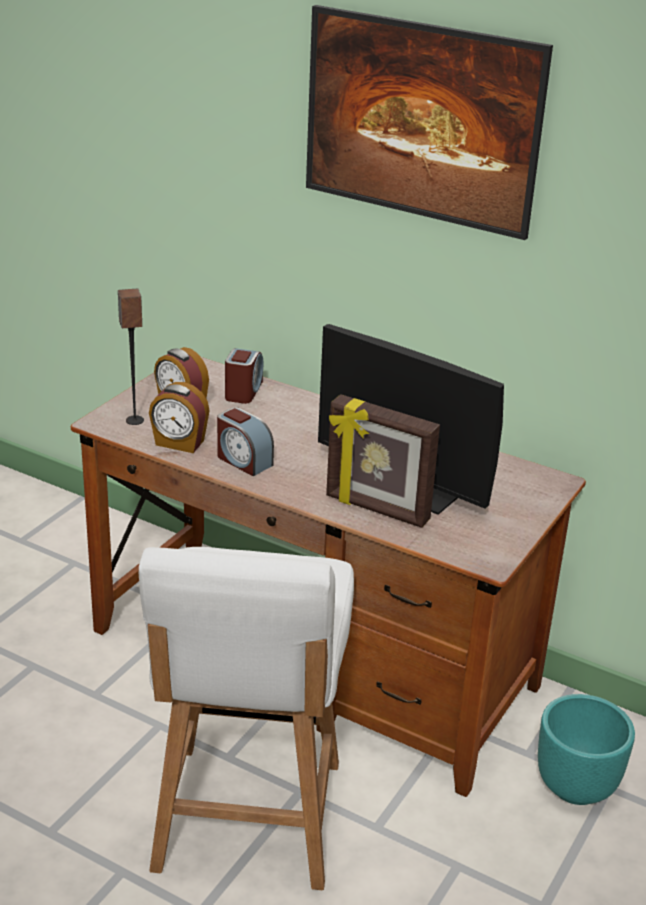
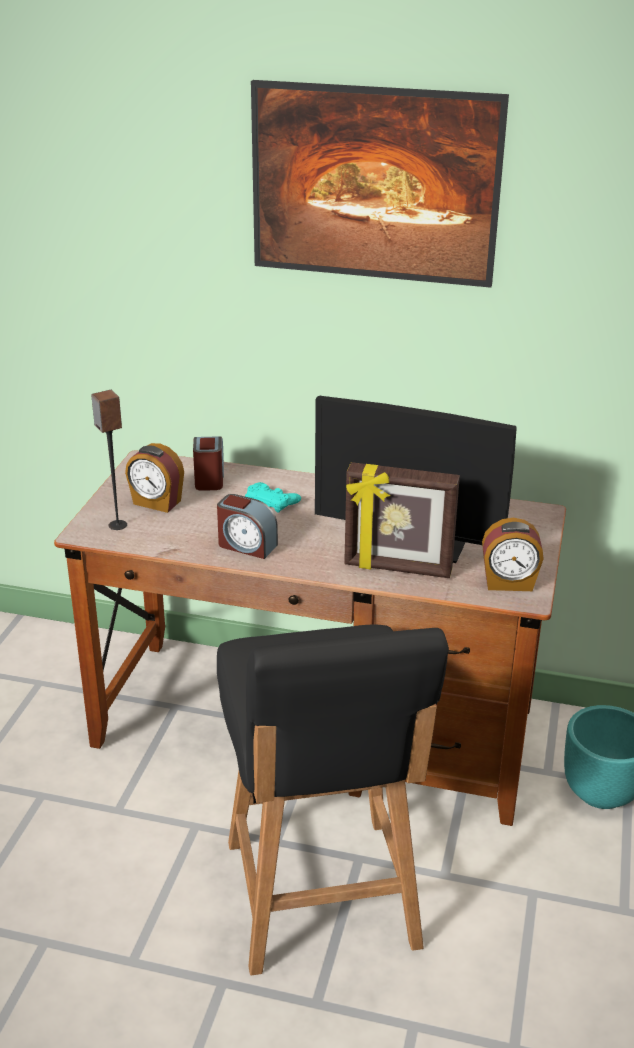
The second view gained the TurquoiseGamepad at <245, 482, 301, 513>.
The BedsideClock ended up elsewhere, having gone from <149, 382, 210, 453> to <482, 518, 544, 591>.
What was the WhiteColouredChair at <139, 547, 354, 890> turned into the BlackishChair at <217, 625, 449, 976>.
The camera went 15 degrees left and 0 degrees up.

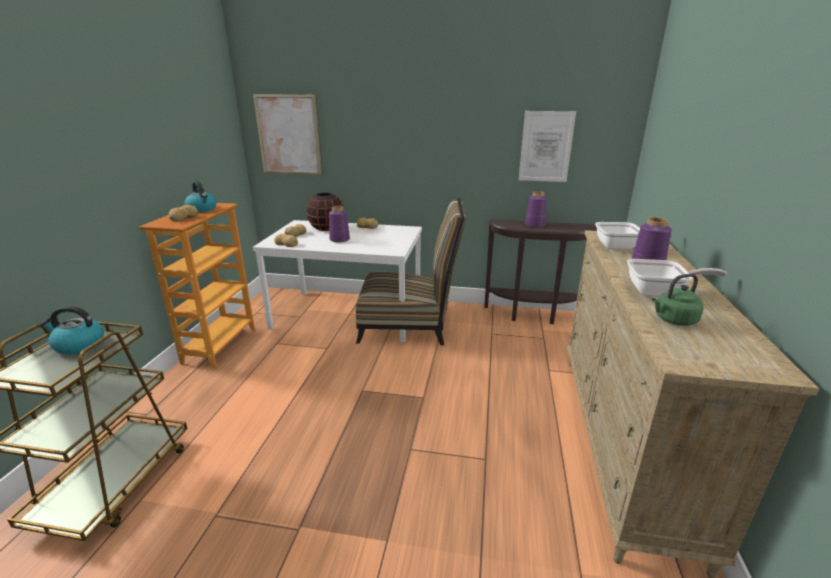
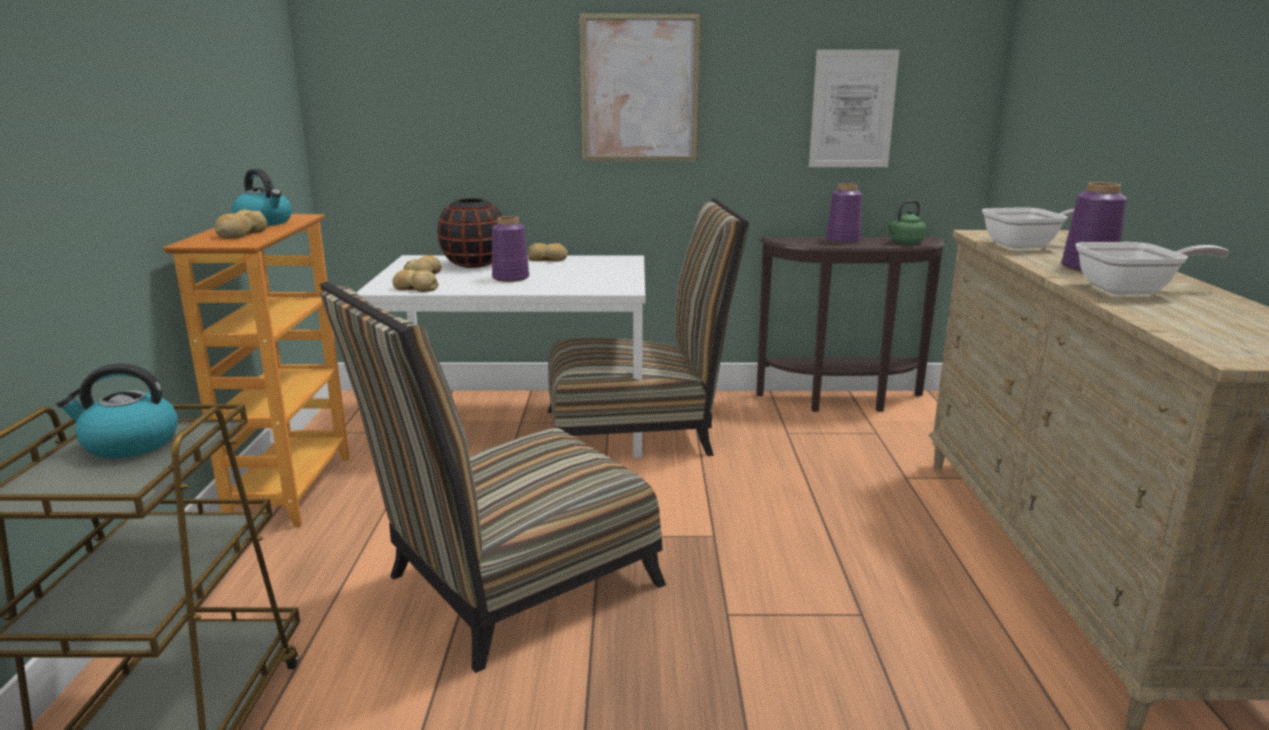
The second view gained the Chair at <320, 282, 666, 673>.
The Picture ended up elsewhere, having gone from <253, 94, 323, 175> to <579, 13, 701, 161>.
The GreenishTeaKettle ended up elsewhere, having gone from <652, 274, 703, 326> to <885, 200, 926, 244>.
The camera went 10 degrees left and 5 degrees down.

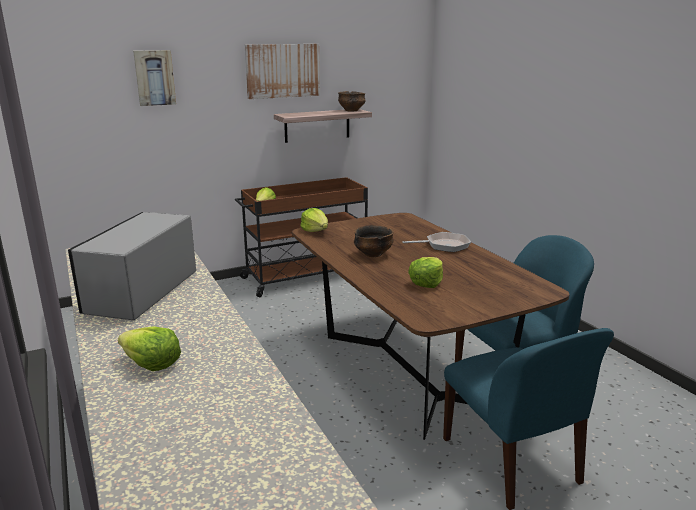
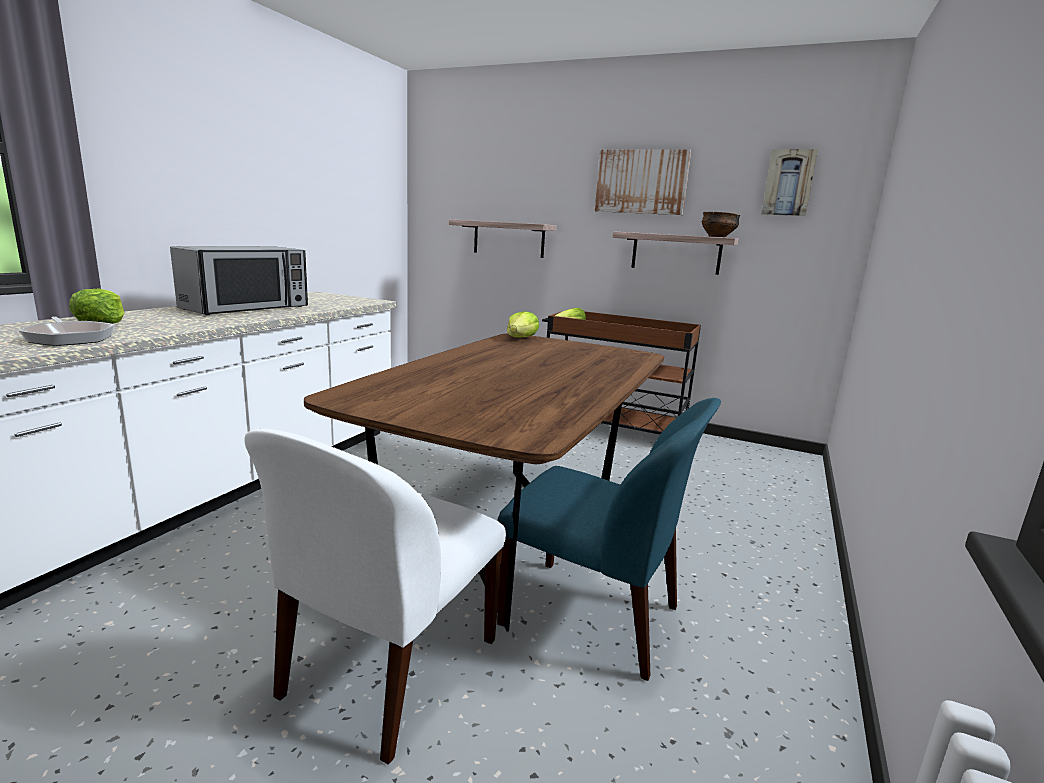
The second view lost the DeepDish at <354, 225, 393, 257>.
The second view lost the Lettuce at <408, 257, 443, 288>.
The second view gained the Shelf at <449, 219, 557, 258>.
The Picture ended up elsewhere, having gone from <133, 50, 176, 106> to <761, 149, 818, 216>.
The Pan ended up elsewhere, having gone from <402, 232, 471, 252> to <19, 316, 115, 346>.
What was the BluishChair at <443, 328, 614, 510> turned into the WhiteColouredChair at <244, 428, 506, 765>.
The Microwave at <68, 212, 196, 320> ended up facing another way, 150 degrees clockwise from before.
The camera went 50 degrees right and 5 degrees down.

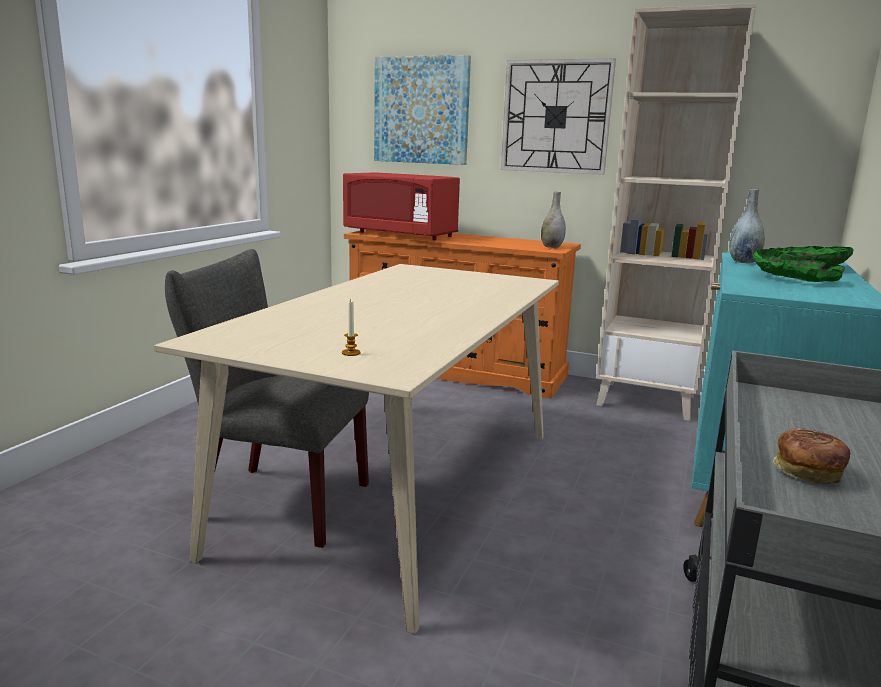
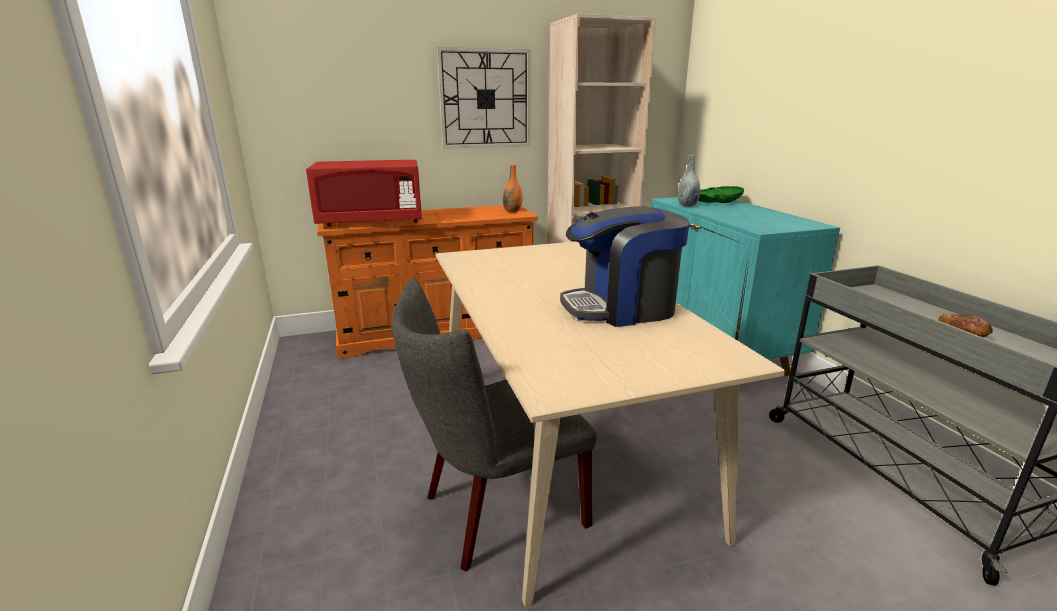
The second view lost the WaxLight at <342, 301, 361, 356>.
The second view lost the Picture at <374, 55, 471, 165>.
The second view lost the GreenishDeepDish at <753, 249, 845, 282>.
The second view gained the CoffeeMaker at <560, 206, 690, 327>.
What was the GreyVase at <541, 191, 566, 248> turned into the OrangeVase at <502, 165, 522, 212>.
The camera went 40 degrees left and 5 degrees up.

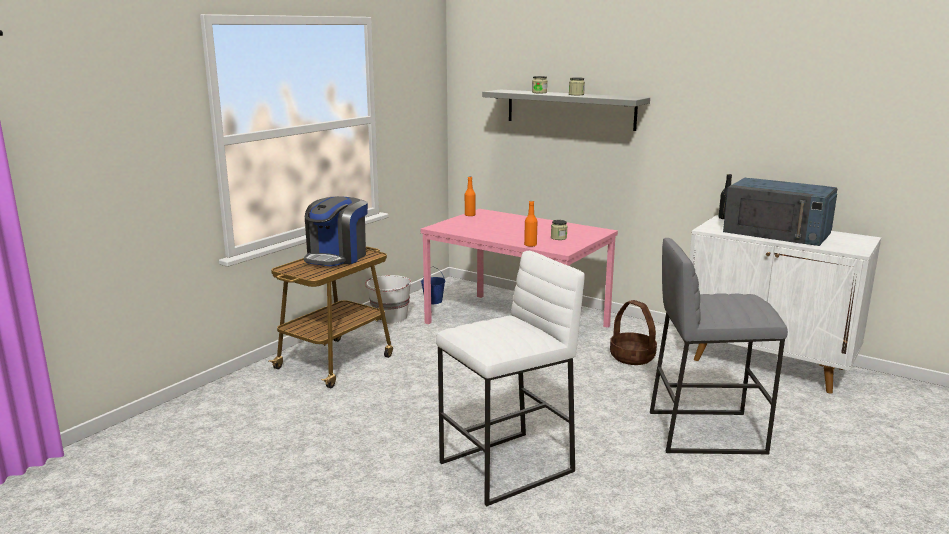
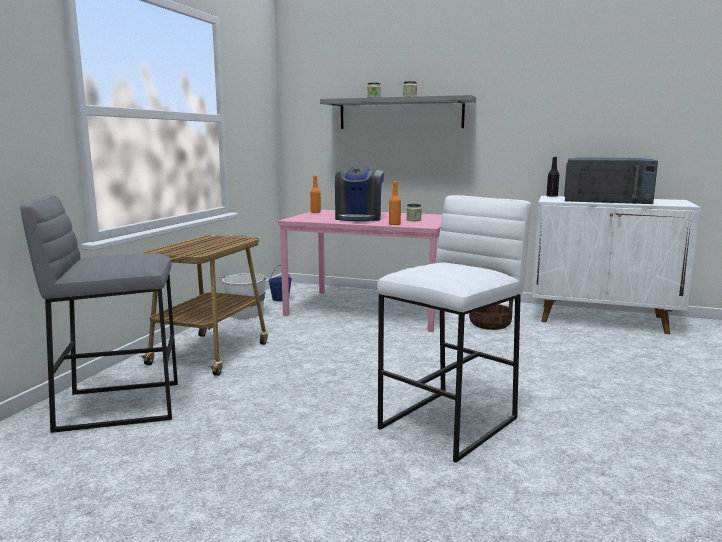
The CoffeeMaker ended up elsewhere, having gone from <304, 196, 368, 267> to <335, 166, 384, 221>.
The GreyStoolSeat ended up elsewhere, having gone from <650, 238, 788, 454> to <20, 196, 178, 433>.
The camera went 15 degrees left and 5 degrees down.

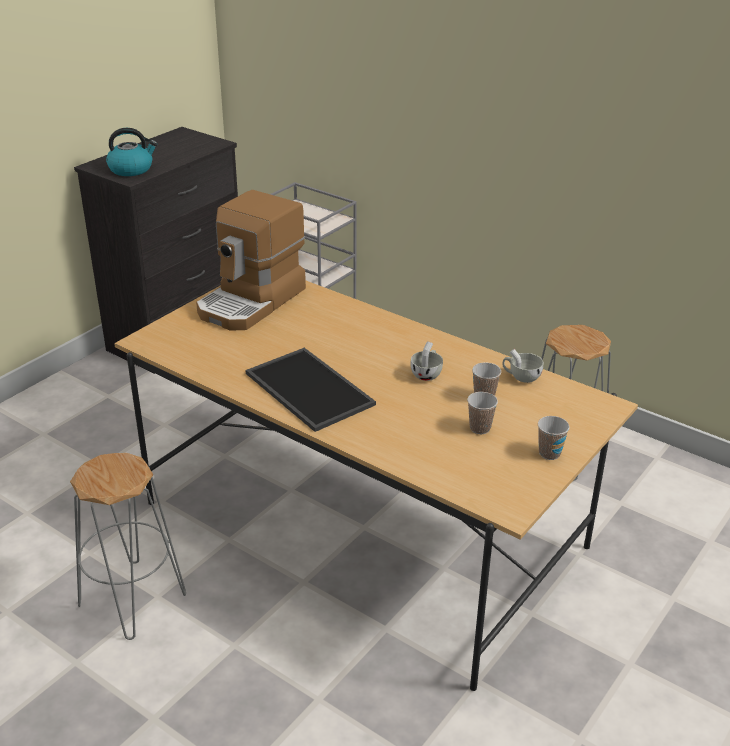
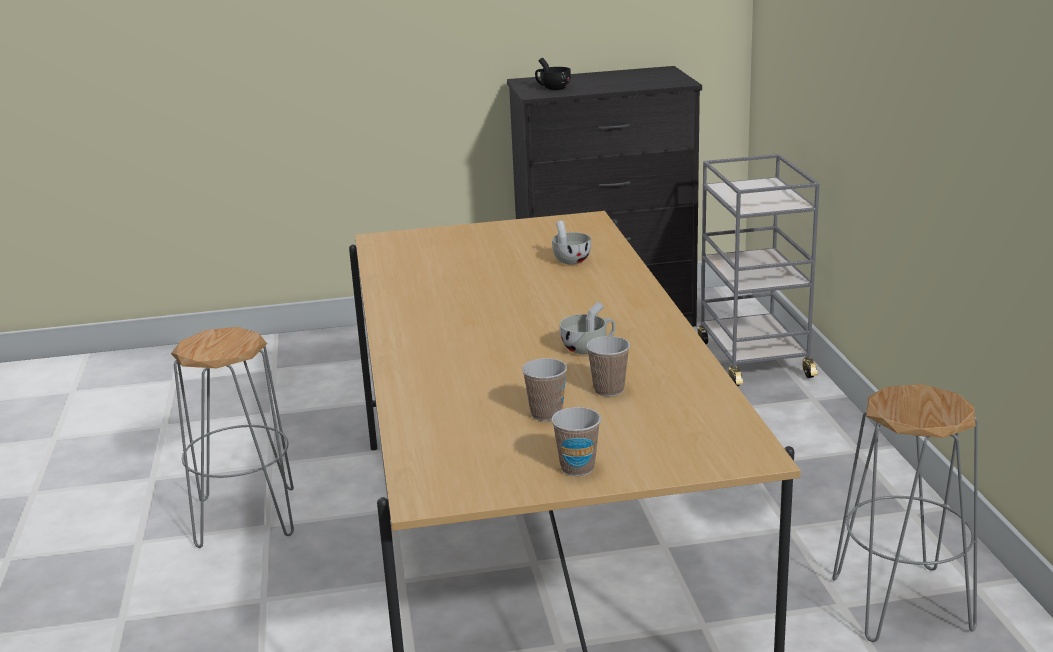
The second view lost the CoffeeMaker at <196, 190, 306, 331>.
The second view lost the Tray at <246, 348, 376, 432>.
The WhiteColouredSmallCup ended up elsewhere, having gone from <502, 349, 543, 383> to <552, 220, 591, 265>.
Where the TeaKettle stood at <106, 128, 158, 176>, the BlackishSmallCup came to stand at <535, 58, 571, 90>.
The camera went 45 degrees right and 10 degrees down.

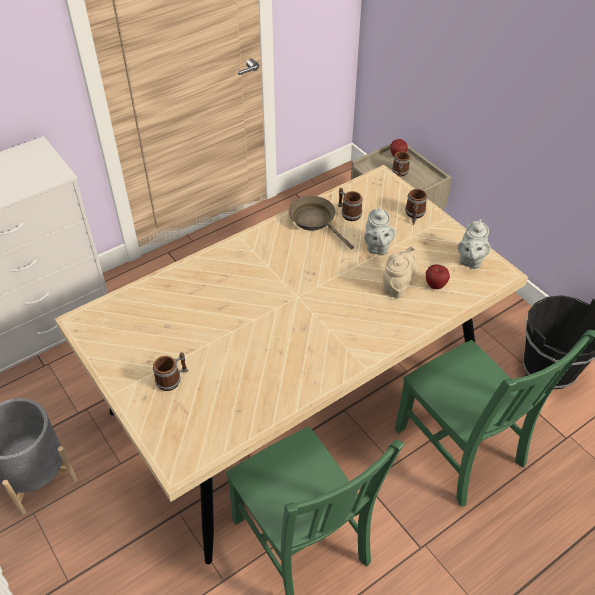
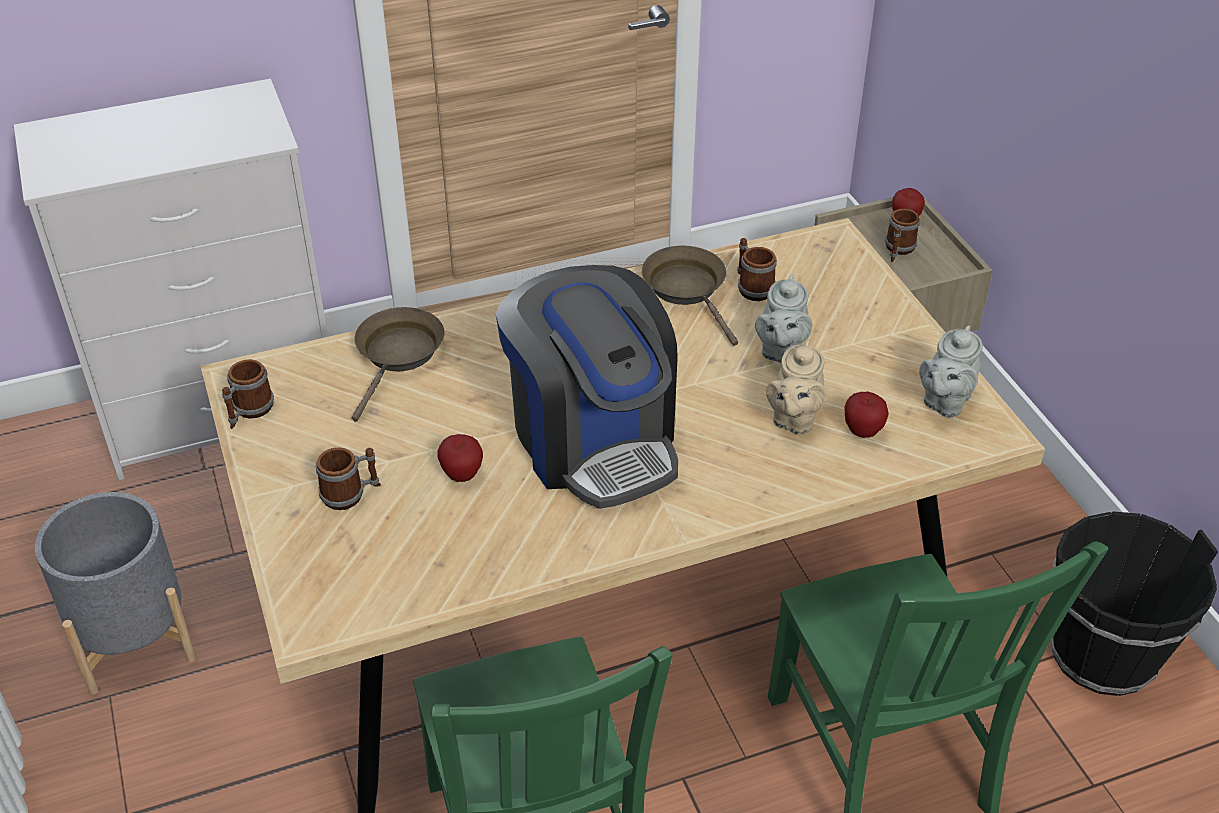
The second view gained the BrownColouredPan at <352, 307, 445, 422>.
The second view gained the AppleFruit at <438, 434, 483, 482>.
The second view gained the CoffeeMaker at <496, 265, 678, 509>.
The TeaMug ended up elsewhere, having gone from <405, 189, 427, 225> to <222, 359, 274, 429>.
The BeigeColouredTeaPot at <383, 245, 418, 298> ended up facing another way, 150 degrees clockwise from before.
The camera went 15 degrees right and 5 degrees down.

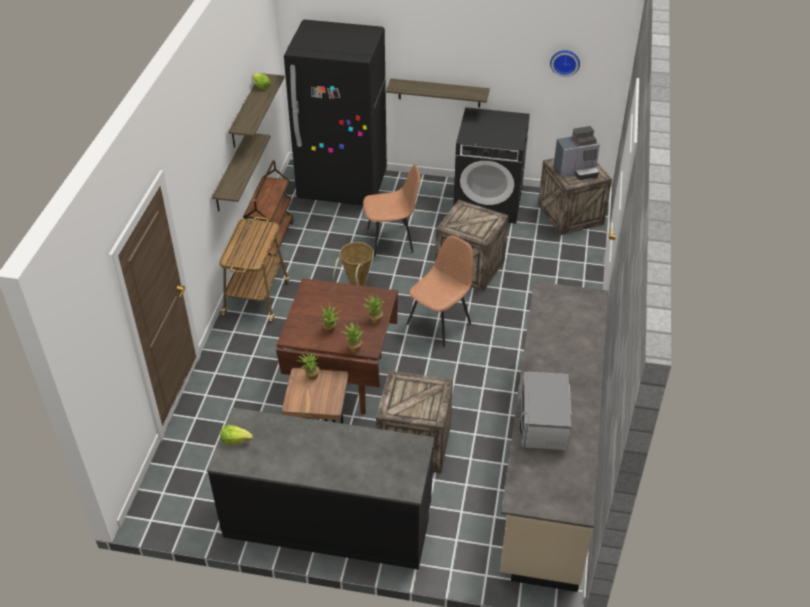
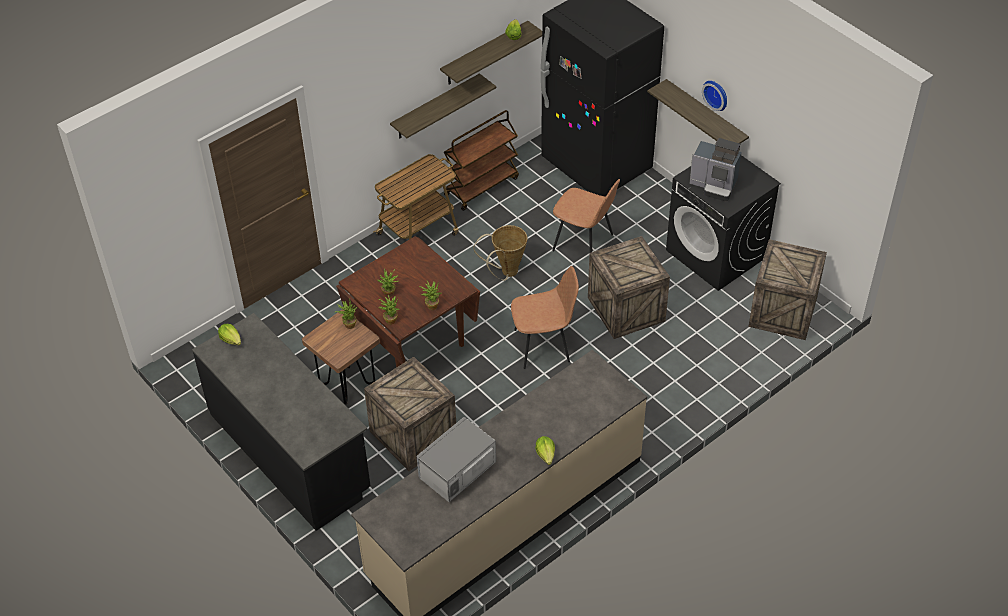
The second view gained the Lettuce at <535, 436, 555, 465>.
The HangingClock ended up elsewhere, having gone from <550, 50, 580, 77> to <702, 81, 727, 111>.
The CoffeeMaker ended up elsewhere, having gone from <554, 126, 600, 180> to <689, 138, 741, 201>.
The camera went 40 degrees right and 5 degrees up.

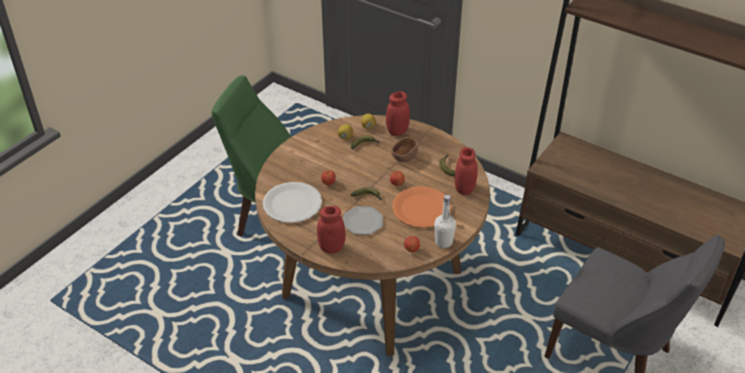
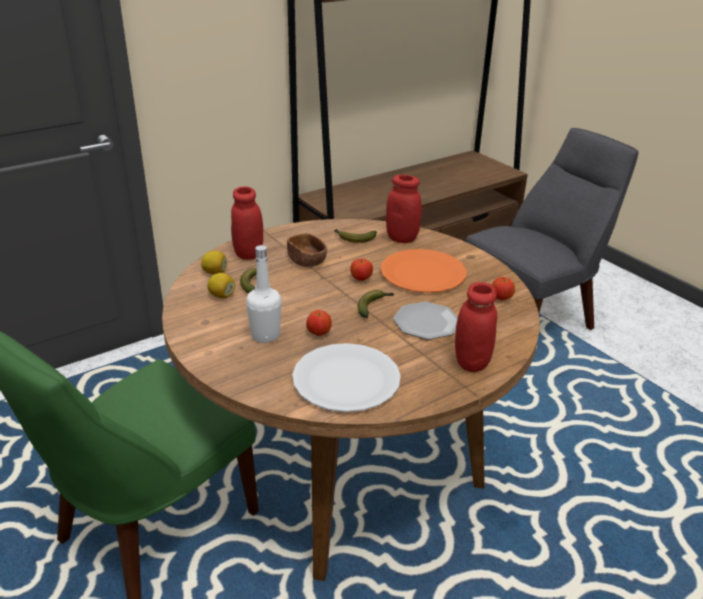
The WhiteColouredBottle ended up elsewhere, having gone from <434, 194, 456, 248> to <246, 245, 282, 343>.
The camera went 70 degrees left and 10 degrees down.

